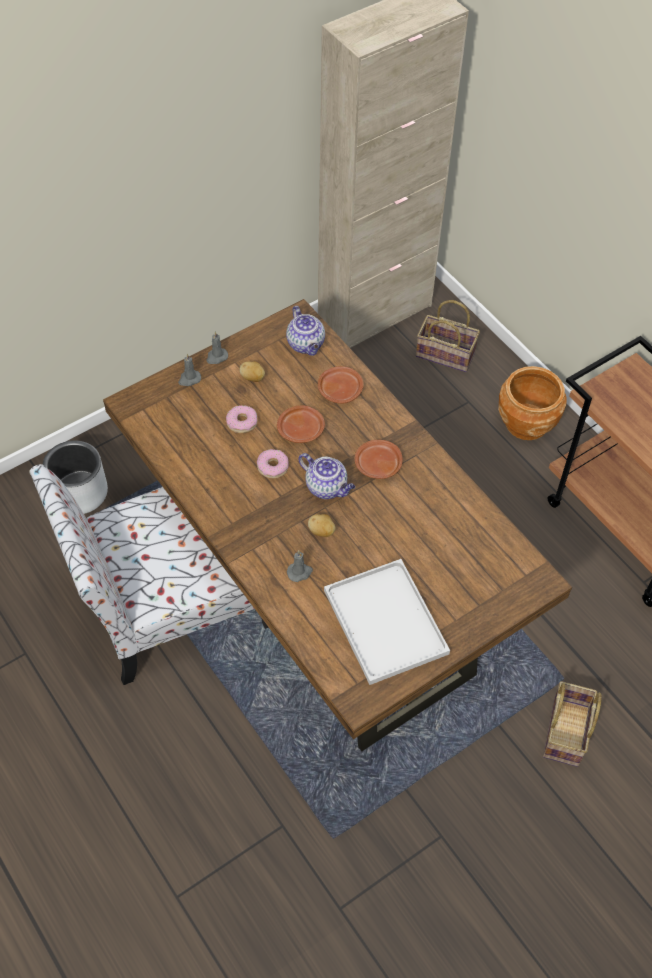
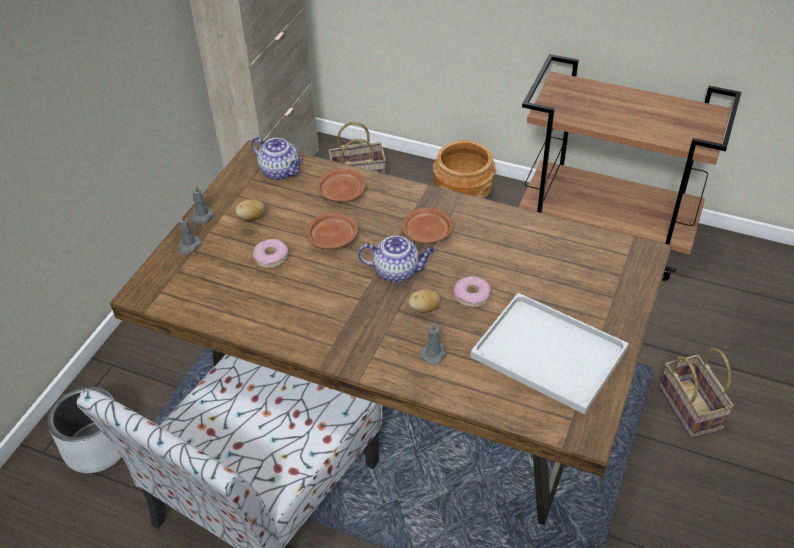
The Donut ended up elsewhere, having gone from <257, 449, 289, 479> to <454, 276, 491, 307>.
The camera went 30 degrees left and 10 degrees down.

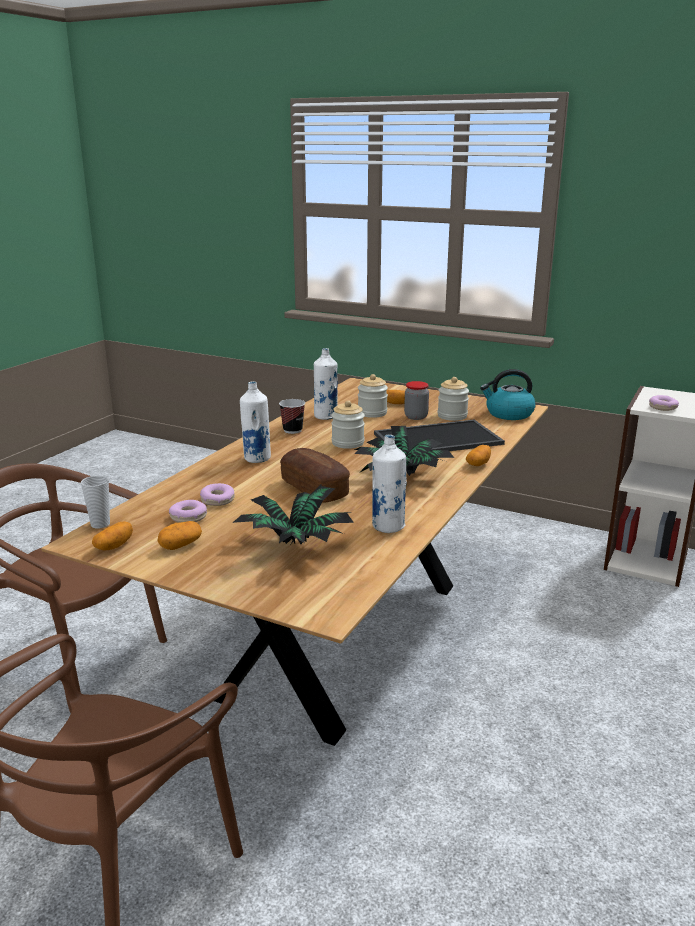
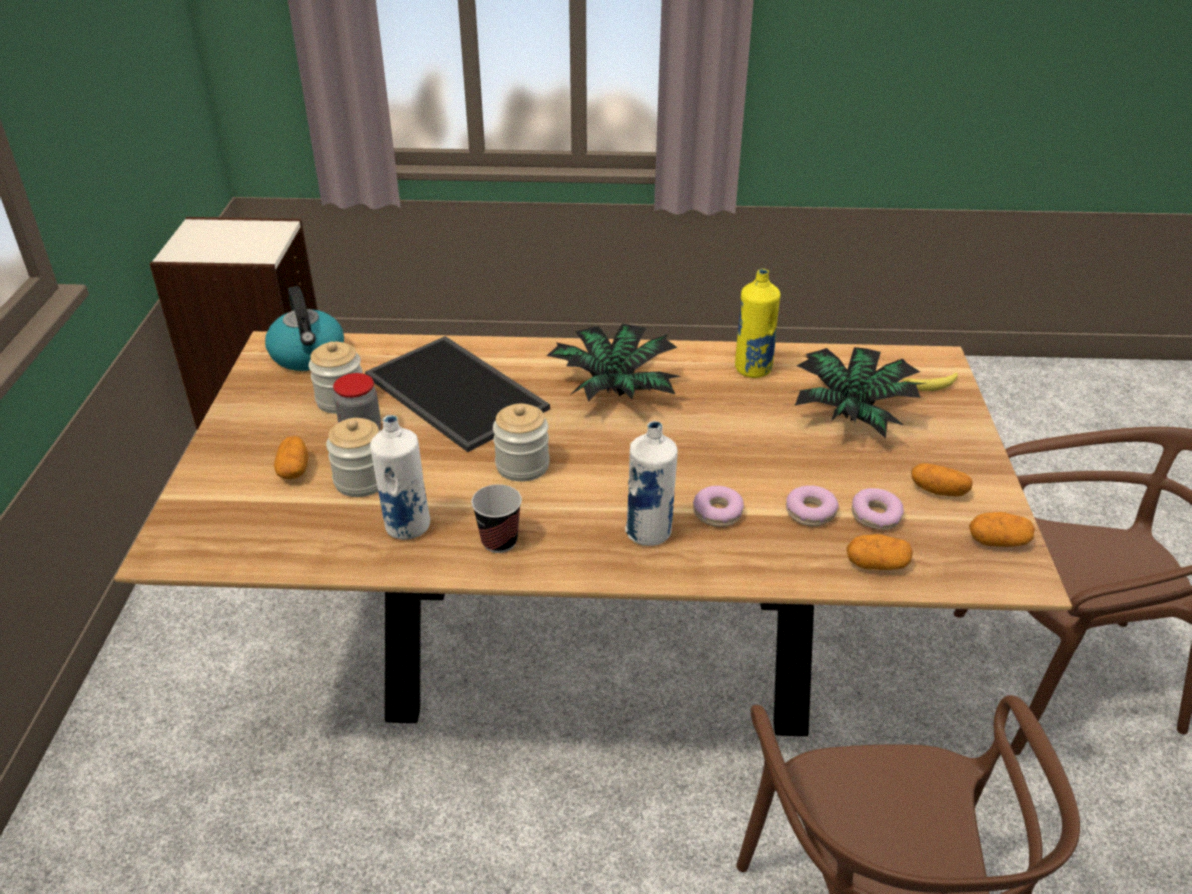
The second view lost the SmallCup at <81, 475, 110, 529>.
The second view lost the Bread at <280, 448, 350, 503>.
The second view gained the WholeBanana at <901, 372, 958, 391>.
The Spud ended up elsewhere, having gone from <466, 445, 491, 466> to <846, 534, 913, 570>.
The Donut ended up elsewhere, having gone from <649, 395, 679, 411> to <693, 486, 744, 527>.
What was the WhiteColouredBottle at <372, 435, 407, 533> turned into the YellowishBottle at <735, 269, 780, 378>.
The camera went 115 degrees left and 15 degrees up.

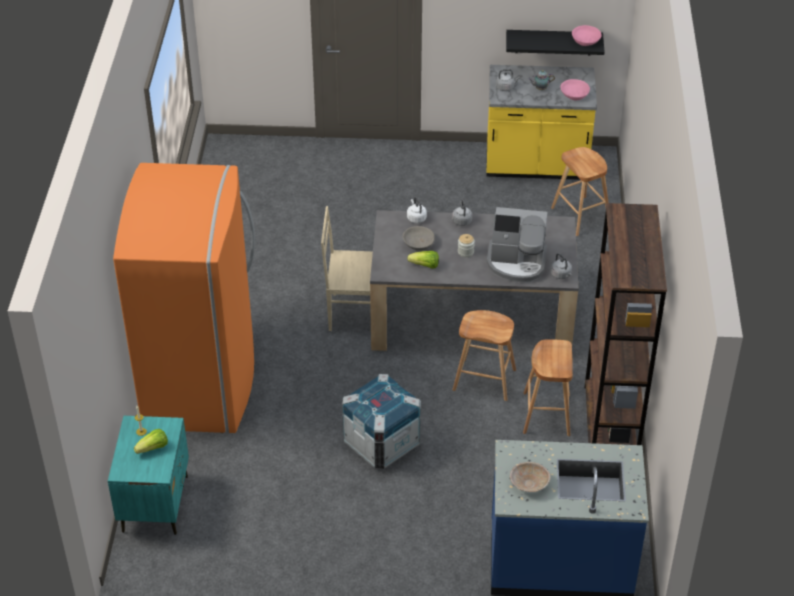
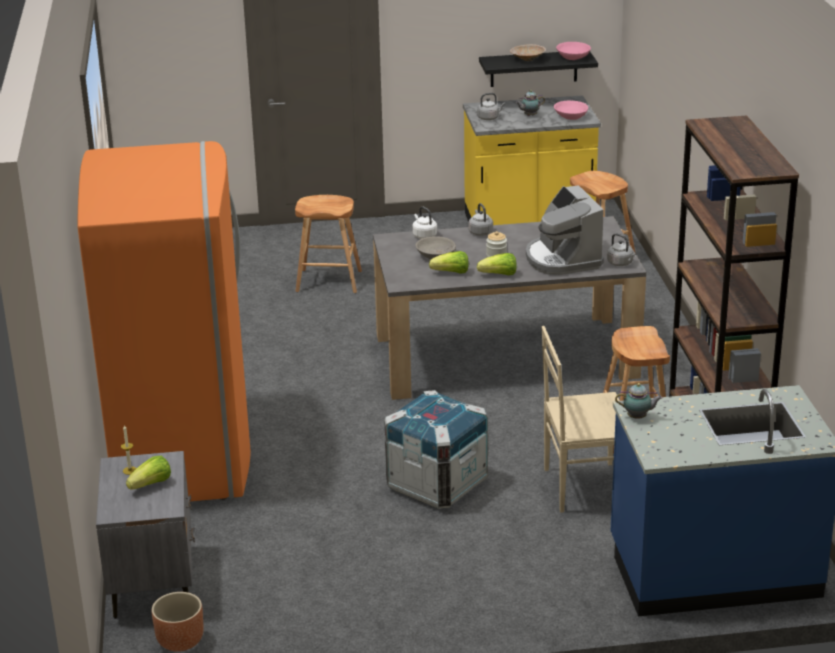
The second view gained the BrownColouredPlantPot at <152, 592, 204, 652>.
The second view gained the Lettuce at <477, 253, 516, 276>.
The second view gained the TeaPot at <615, 383, 663, 419>.
The BeigeColouredChair ended up elsewhere, having gone from <321, 206, 373, 331> to <541, 326, 620, 513>.
The BrownColouredStoolSeat ended up elsewhere, having gone from <452, 310, 516, 401> to <295, 195, 362, 293>.
The BeigeColouredDeepDish ended up elsewhere, having gone from <510, 462, 551, 492> to <510, 44, 546, 61>.
What was the TurquoiseNightTable at <108, 416, 189, 535> turned into the GreyNightTable at <96, 451, 195, 619>.
The CoffeeMaker at <487, 207, 548, 282> ended up facing another way, 75 degrees clockwise from before.
The camera went 10 degrees left and 15 degrees down.

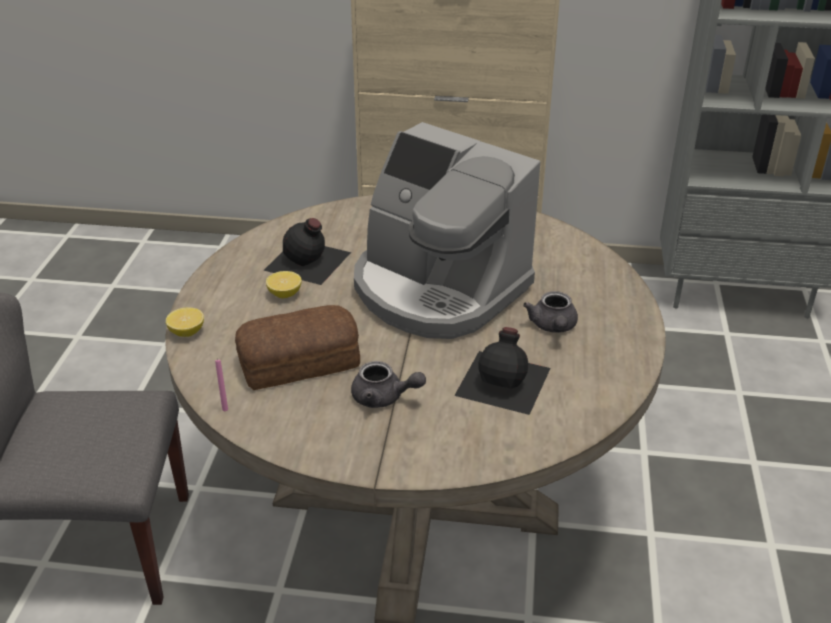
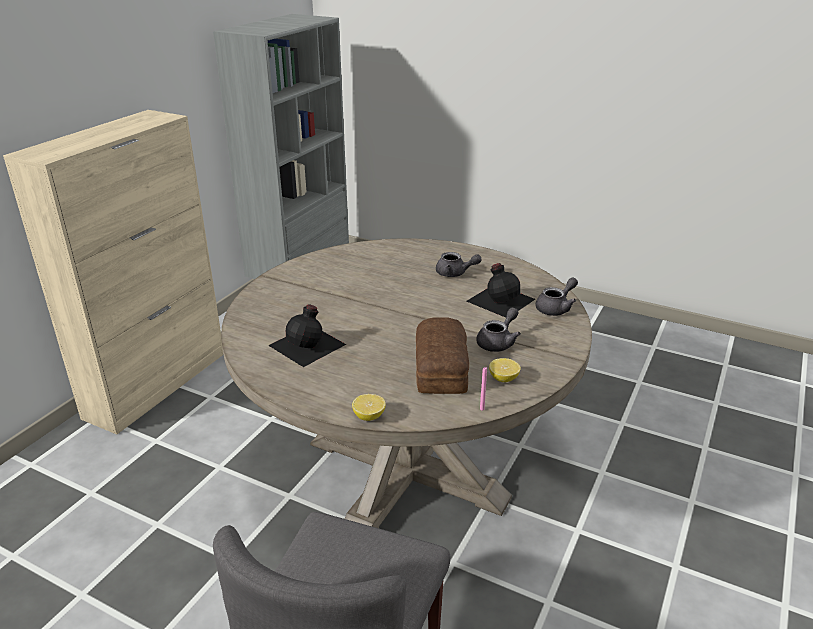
The second view lost the CoffeeMaker at <354, 122, 540, 339>.
The second view gained the GreyTeaPot at <536, 277, 578, 316>.
The CitrusFruit ended up elsewhere, having gone from <266, 271, 302, 298> to <489, 358, 521, 382>.
The camera went 70 degrees left and 5 degrees down.

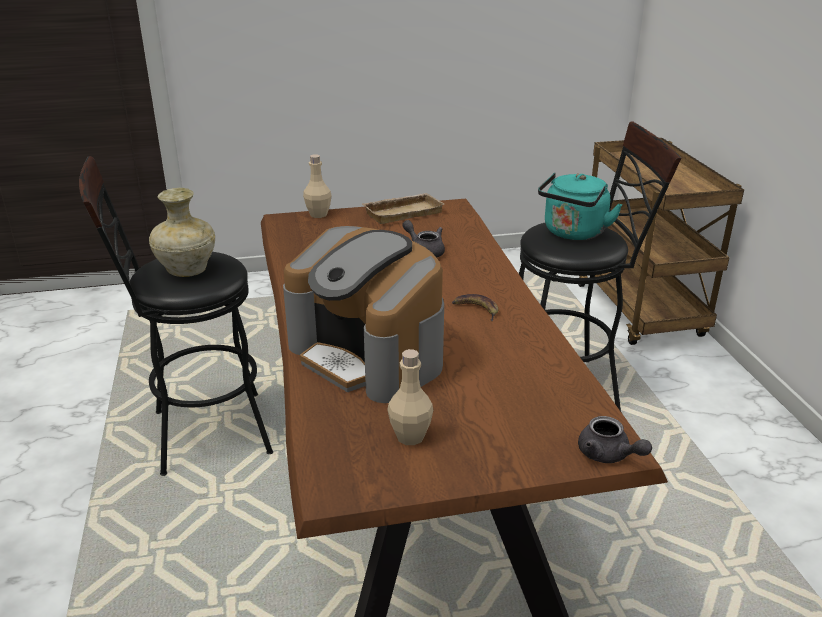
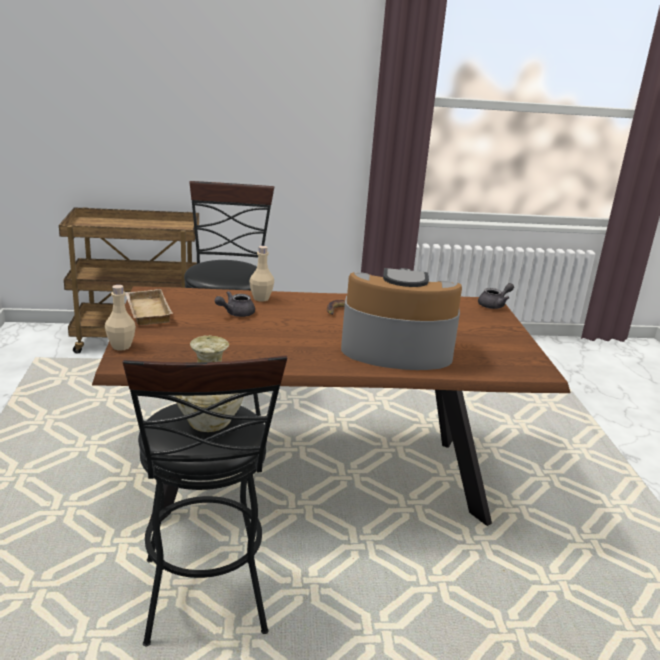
The second view lost the TurquoiseTeaKettle at <538, 172, 622, 240>.
The BeigeColouredBottle ended up elsewhere, having gone from <387, 349, 434, 445> to <249, 246, 274, 302>.
The CoffeeMaker at <283, 226, 444, 403> ended up facing another way, 135 degrees counterclockwise from before.
The camera went 85 degrees left and 5 degrees down.

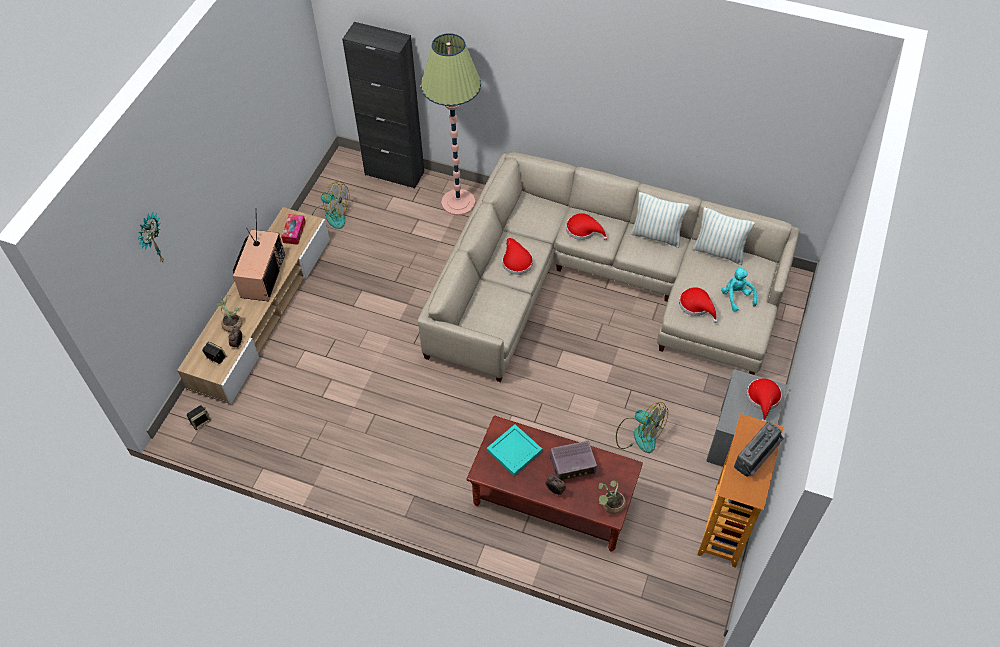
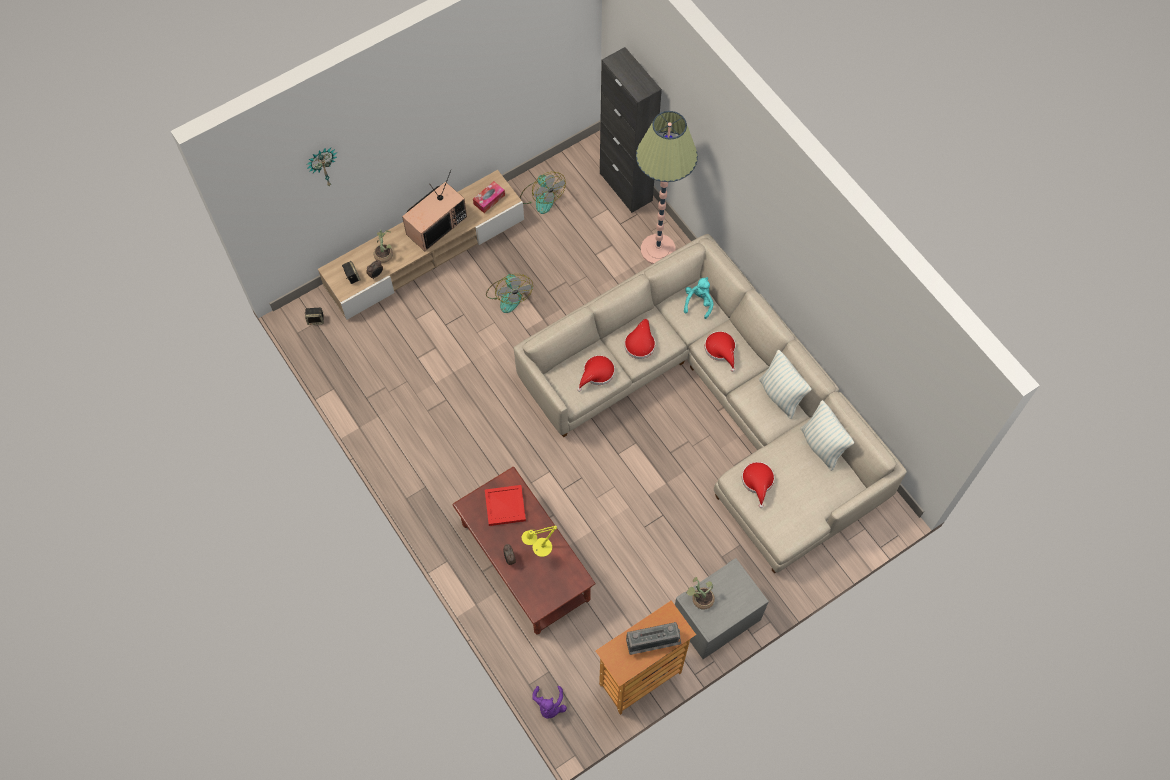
The second view gained the PurpleColouredPlushToy at <532, 686, 567, 719>.
The PottedPlant ended up elsewhere, having gone from <598, 480, 626, 514> to <686, 577, 715, 610>.
The CoolingFan ended up elsewhere, having gone from <616, 402, 668, 453> to <486, 274, 533, 313>.
The TurquoisePlushToy ended up elsewhere, having gone from <721, 267, 757, 312> to <684, 277, 714, 319>.
The ReddishHat ended up elsewhere, having gone from <747, 378, 782, 421> to <577, 355, 615, 392>.
Where the RadioReceiver stood at <550, 441, 597, 480>, the YellowishTabletopLamp came to stand at <522, 526, 557, 557>.
What was the TurquoiseTray at <487, 424, 542, 476> turned into the ReddishTray at <485, 485, 526, 526>.
The camera went 35 degrees right and 10 degrees up.

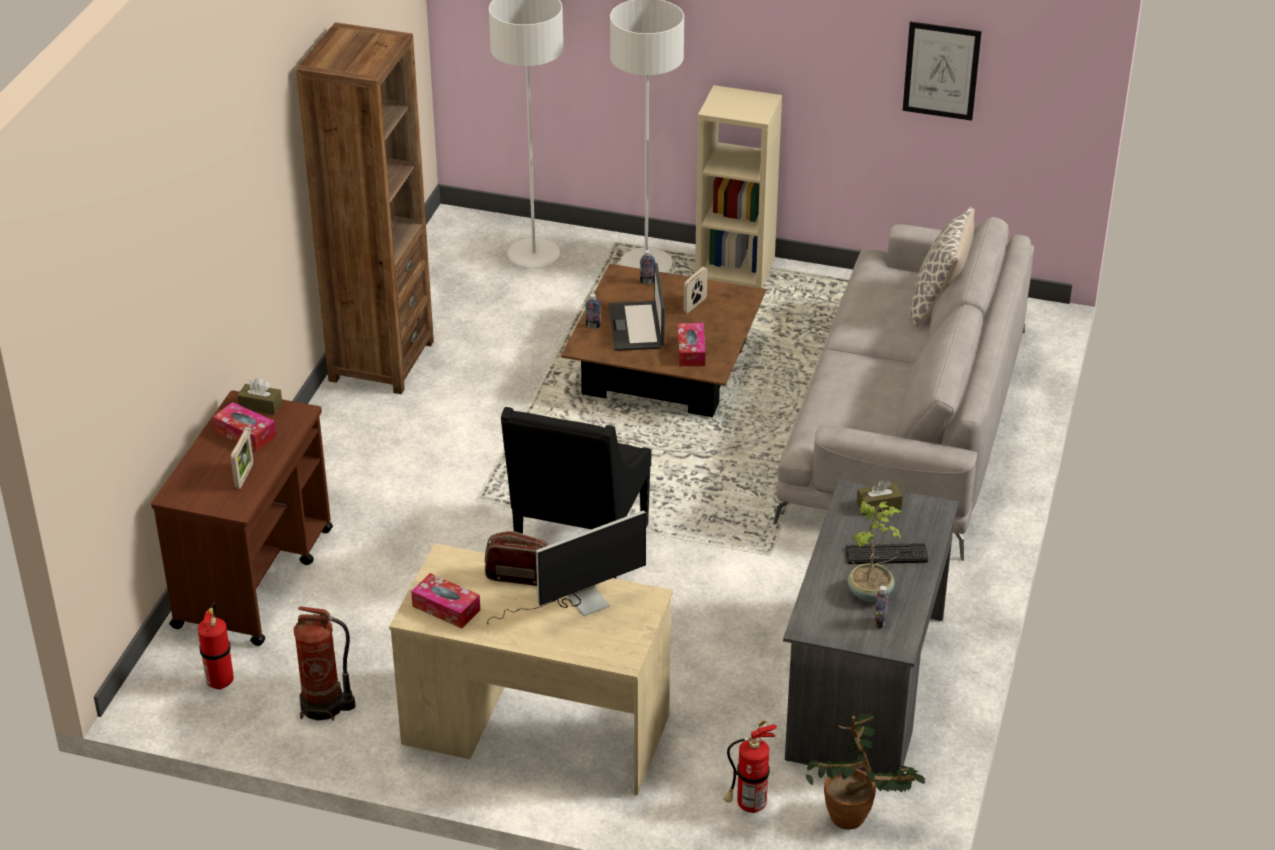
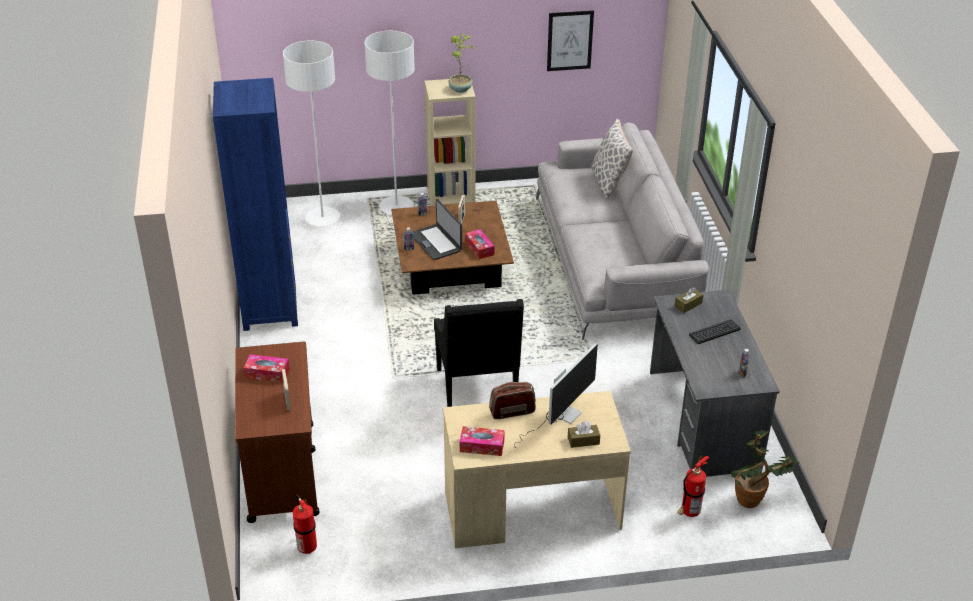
The second view lost the FireFightingCylinder at <293, 606, 356, 721>.
The BrownColouredTissueBox ended up elsewhere, having gone from <237, 378, 282, 415> to <568, 421, 600, 448>.
The PottedPlant ended up elsewhere, having gone from <847, 501, 901, 602> to <448, 34, 474, 93>.
What was the BrownColouredBookcase at <296, 22, 434, 394> turned into the BluishBookcase at <213, 78, 298, 331>.
The camera went 25 degrees left and 0 degrees up.

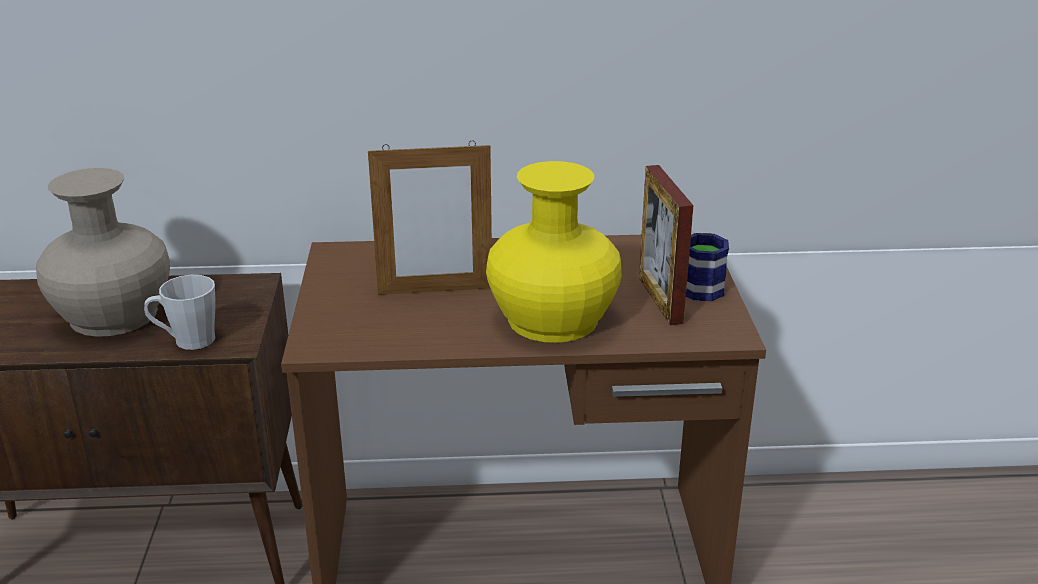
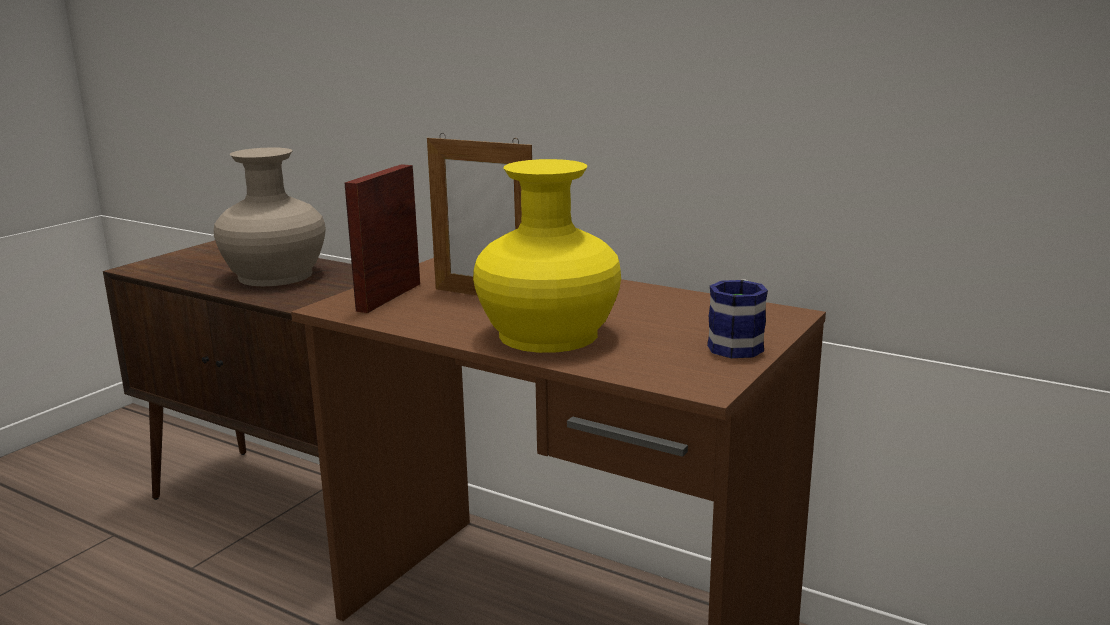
The second view lost the GreyTeaMug at <144, 275, 216, 350>.
The PictureFrame ended up elsewhere, having gone from <639, 165, 694, 325> to <345, 164, 420, 313>.
The camera went 35 degrees right and 10 degrees down.

